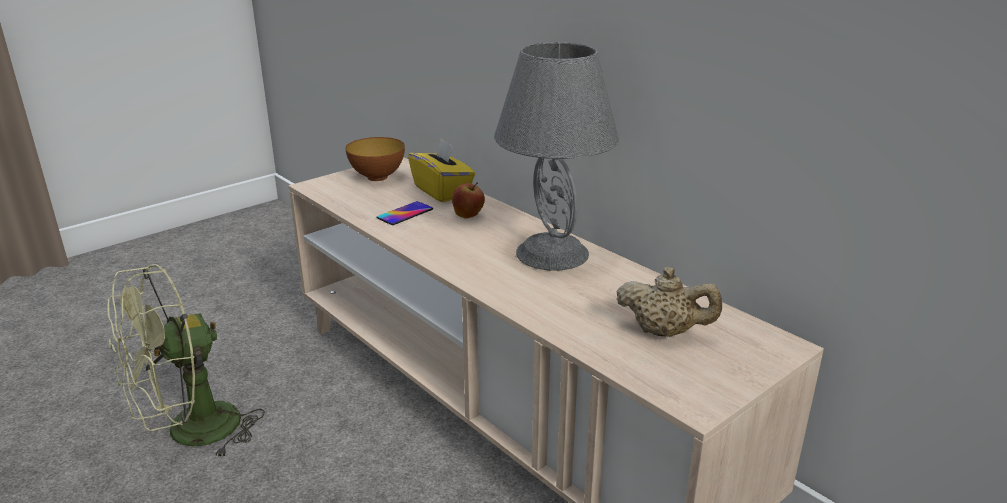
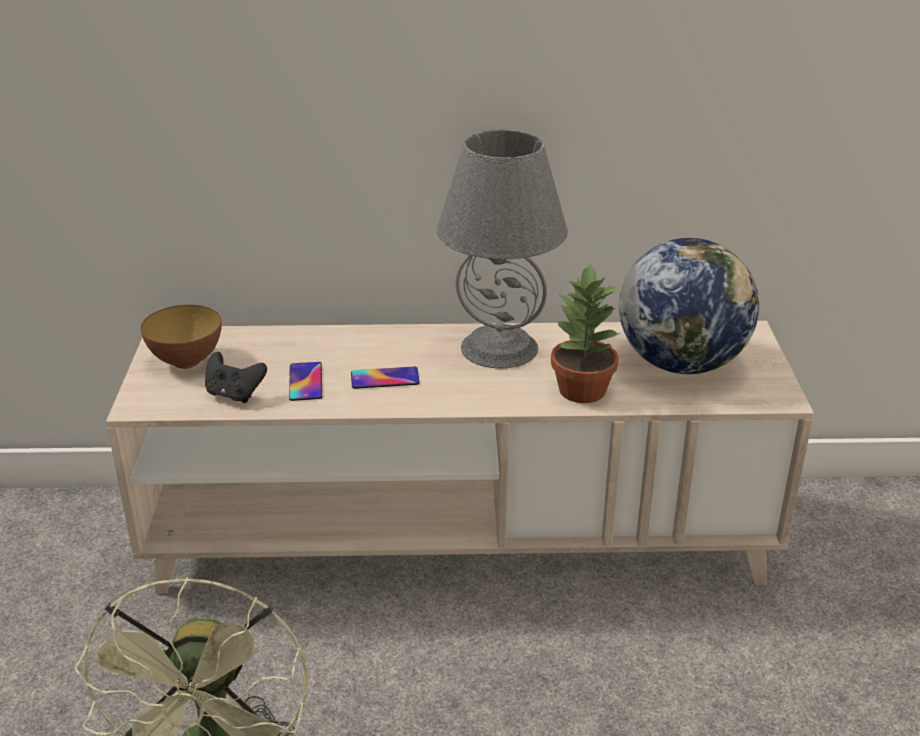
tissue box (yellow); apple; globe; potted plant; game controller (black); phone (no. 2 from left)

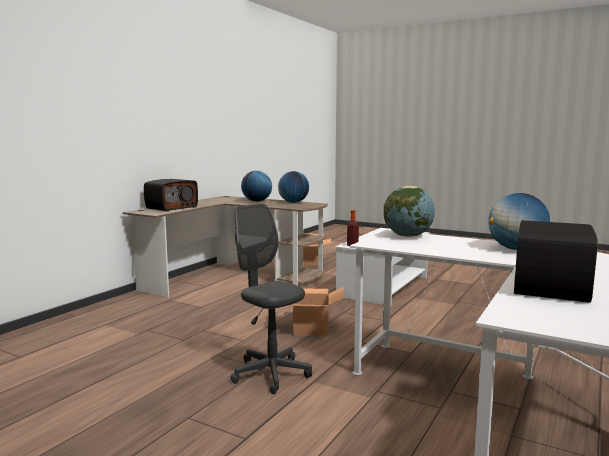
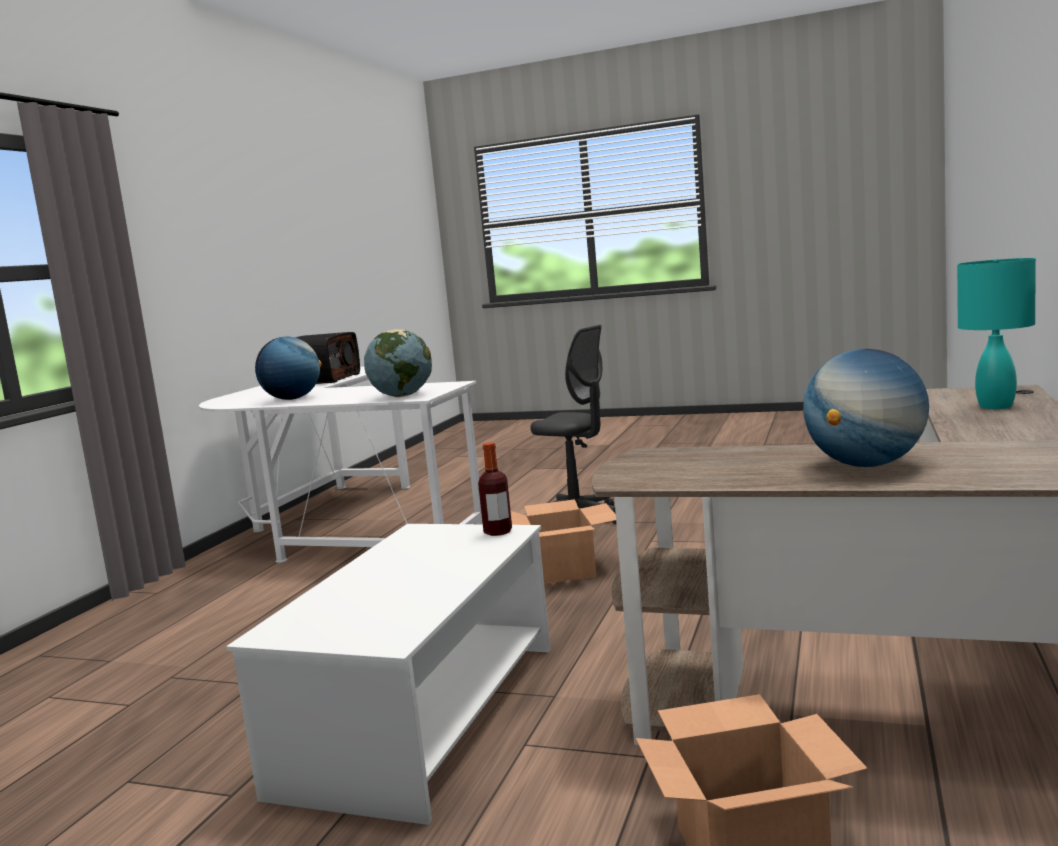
globe (no. 2 from left in the first image); table lamp (turquoise)

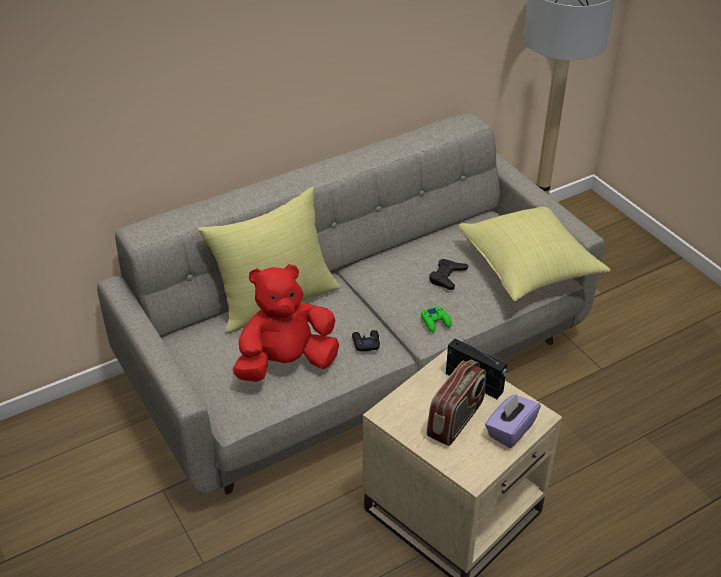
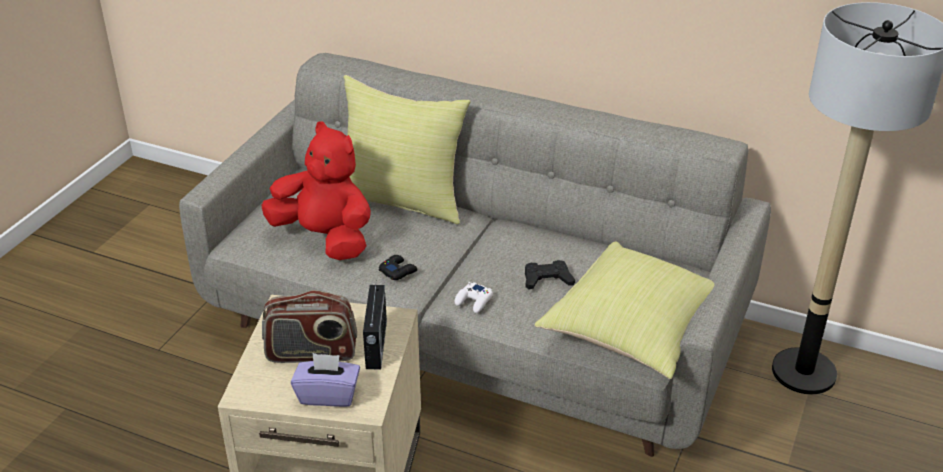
game controller (white)

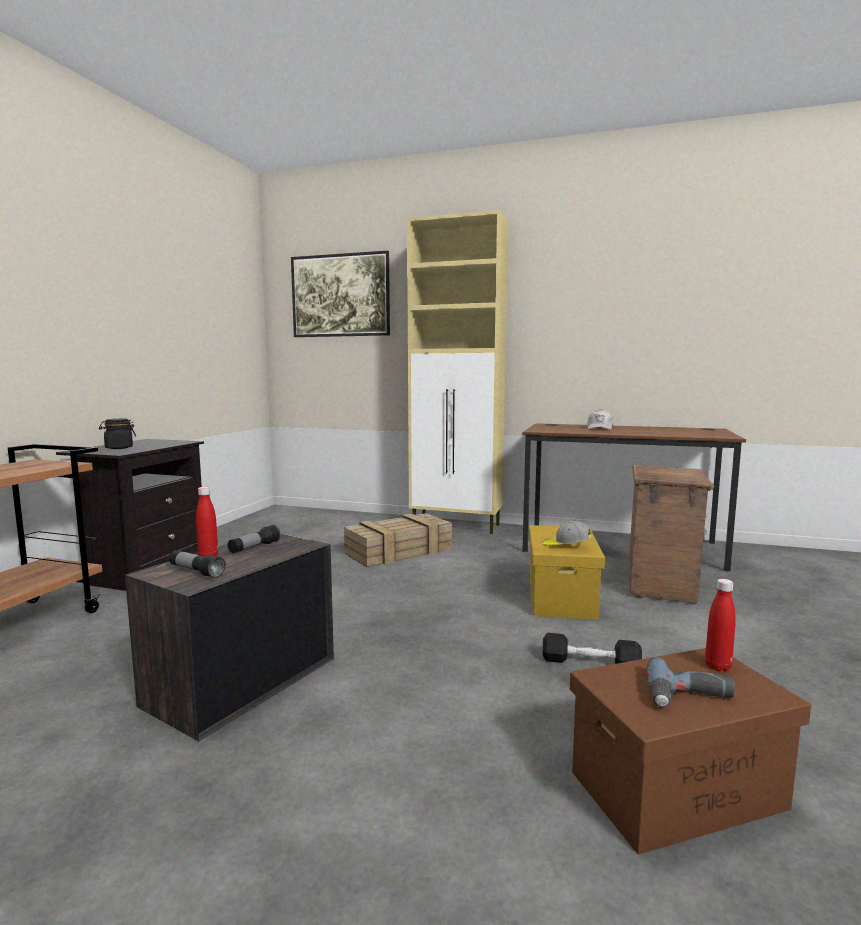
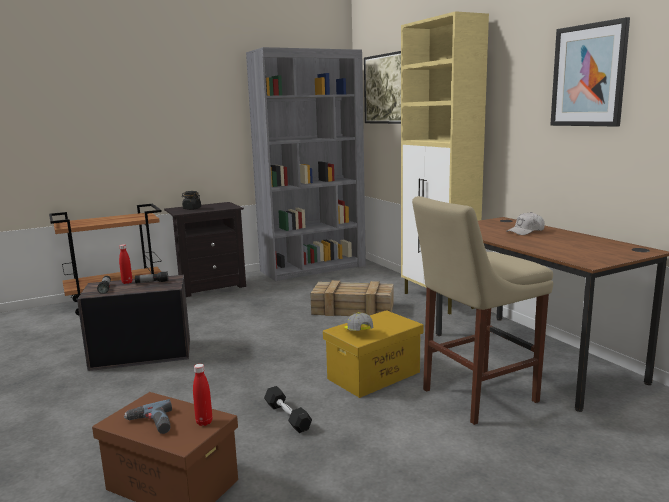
stool (beige); picture (no. 2 from left); bookcase (grey)

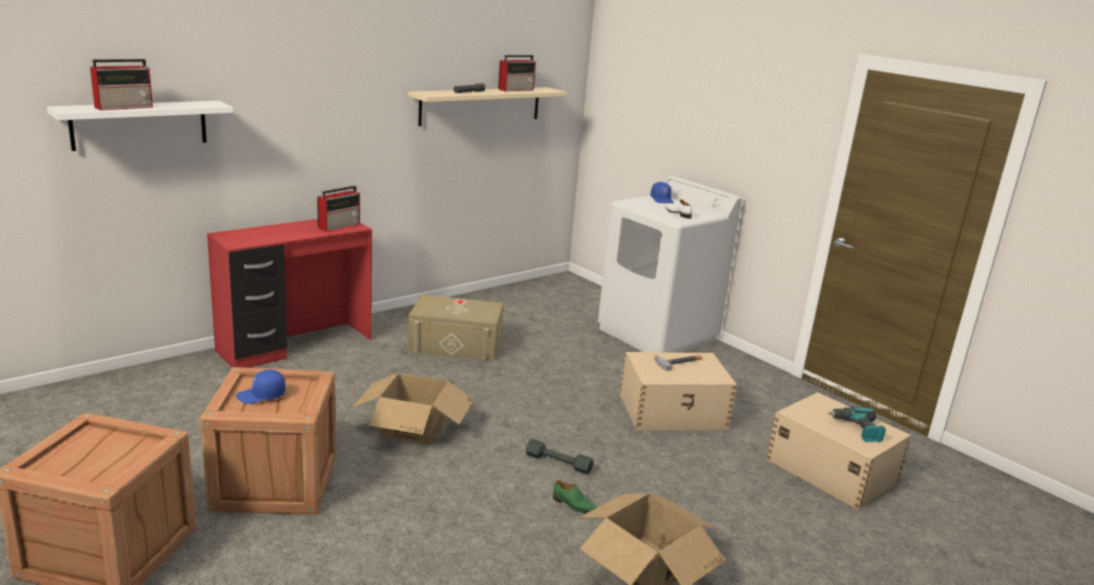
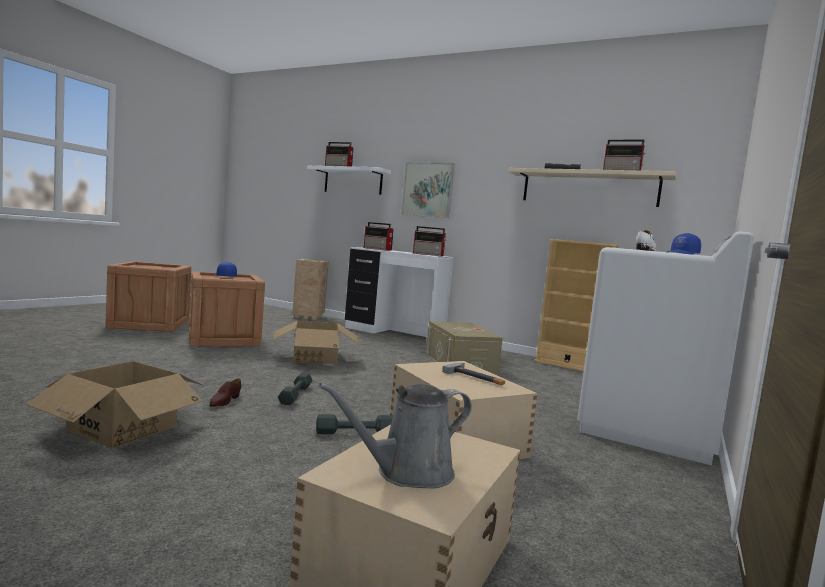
desk (white); watering can (grey); shoe (brown); picture; radio (no. 2 from left); bookcase (beige); crate (no. 3 from left); dumbbell (grey) (no. 2 from left)

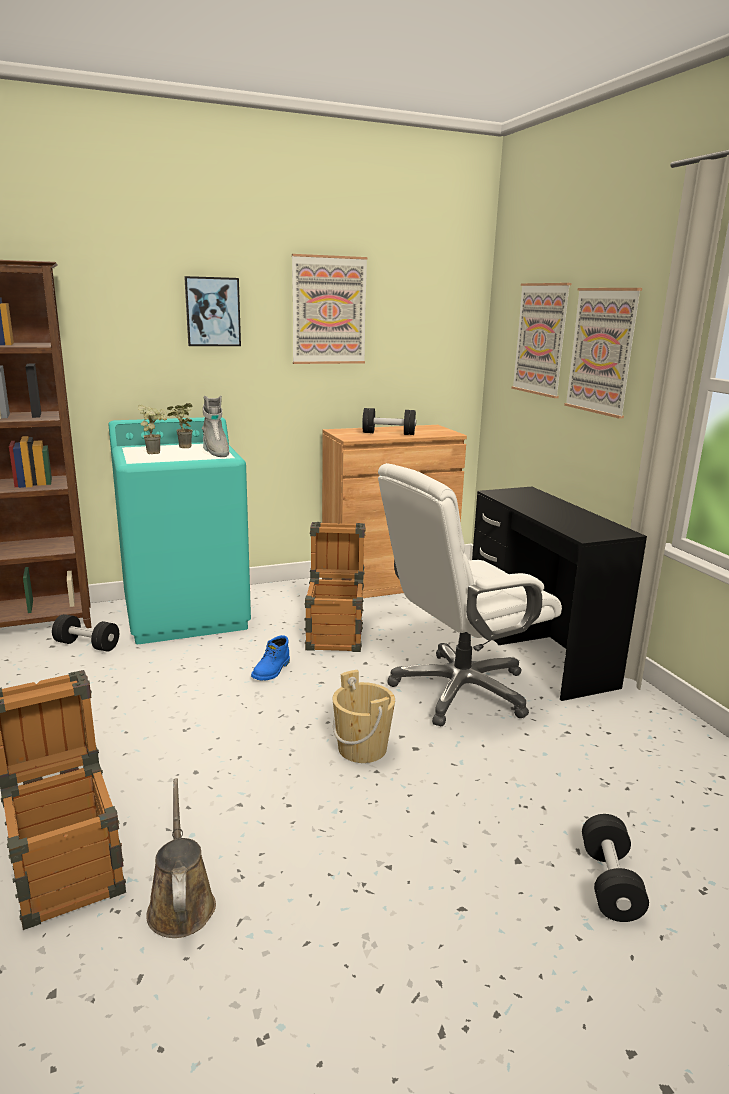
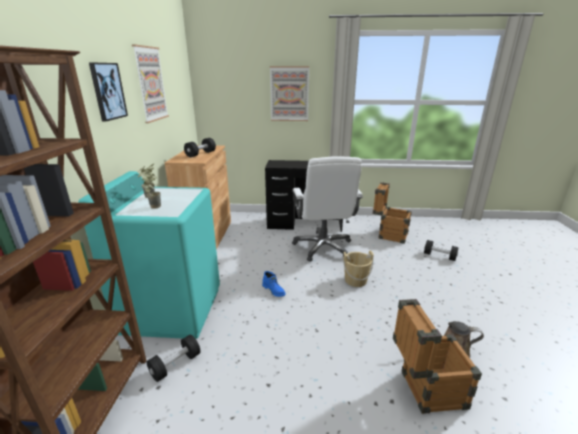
picture (no. 3 from left in the first image); boot (grey); crate (no. 1 from left)

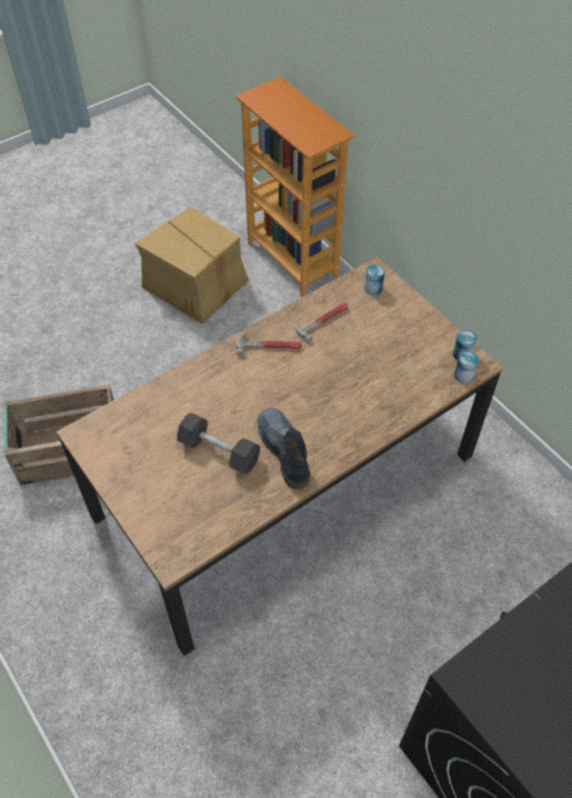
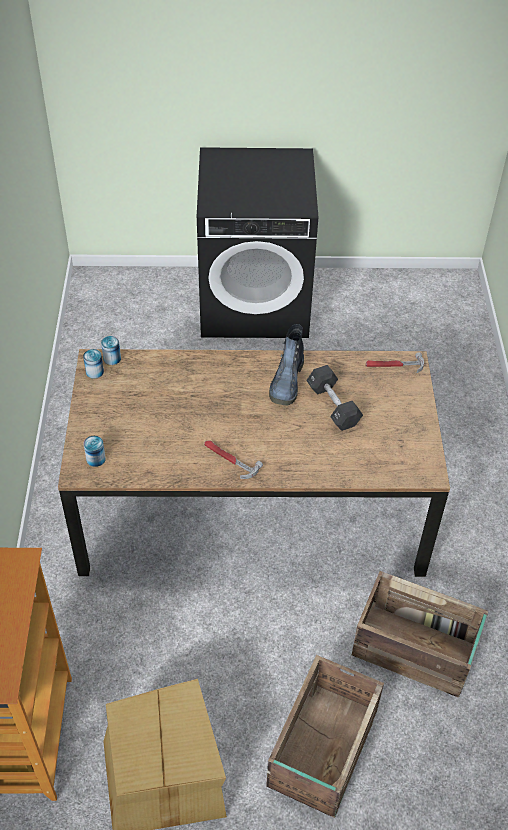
hammer (no. 2 from left); crate (no. 1 from left)

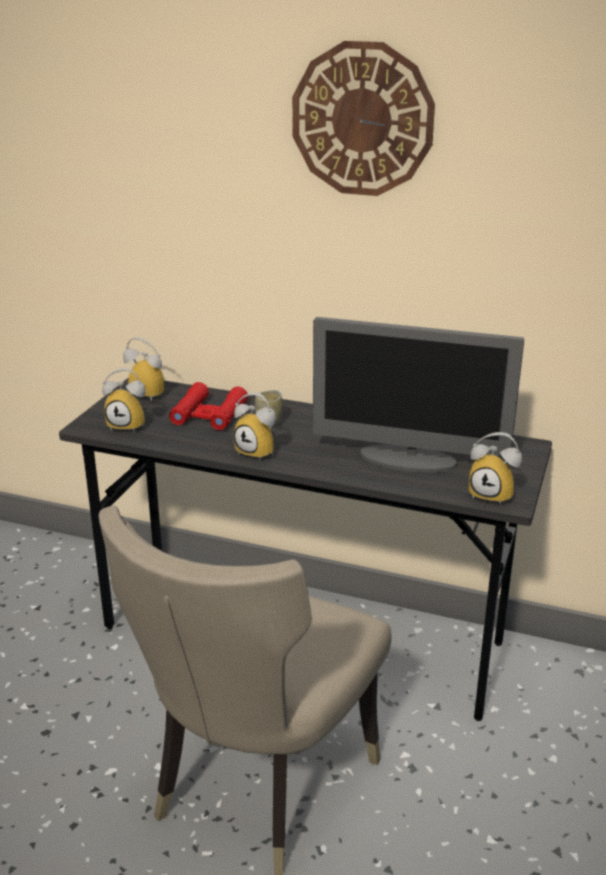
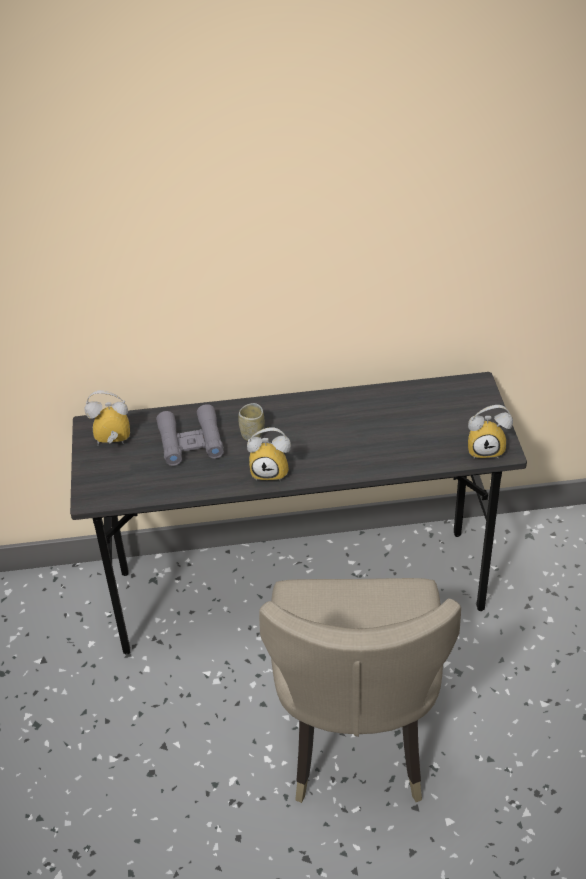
wall clock; monitor; alarm clock (no. 1 from left in the first image); binoculars (grey)

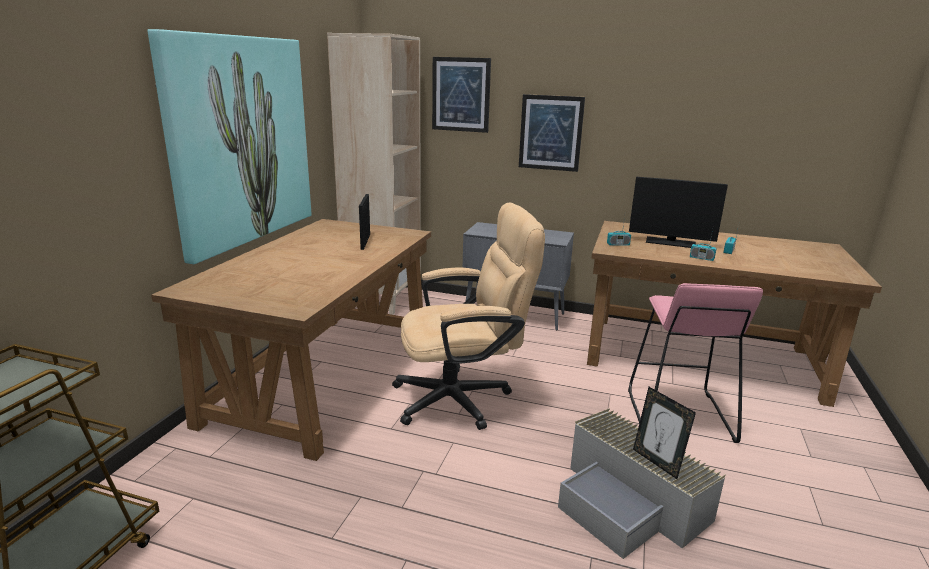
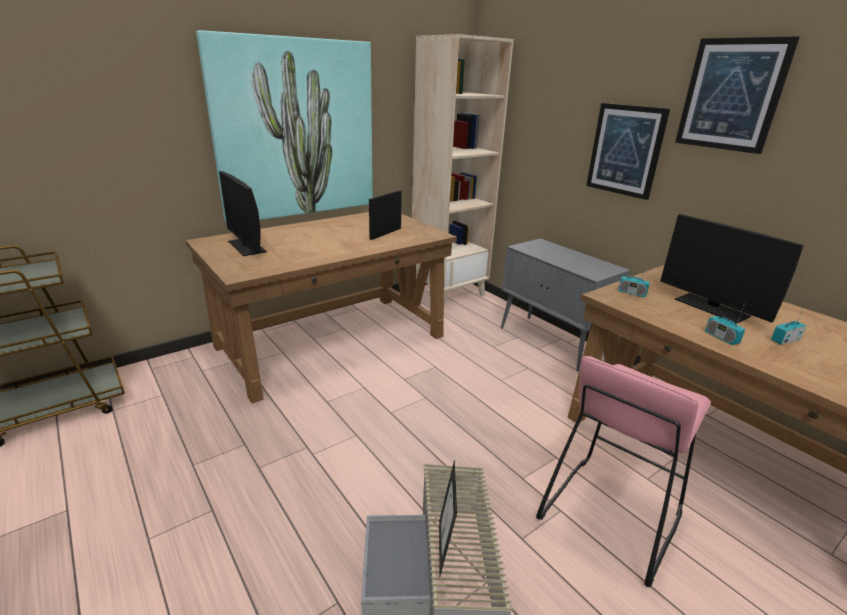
picture (no. 3 from left); office chair (beige); monitor (no. 1 from left)

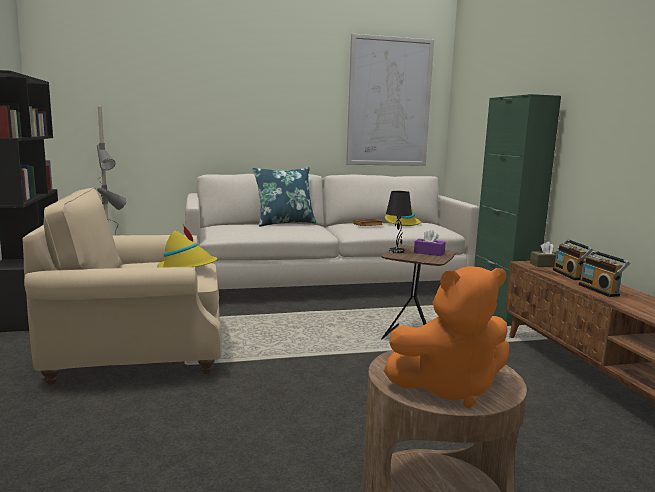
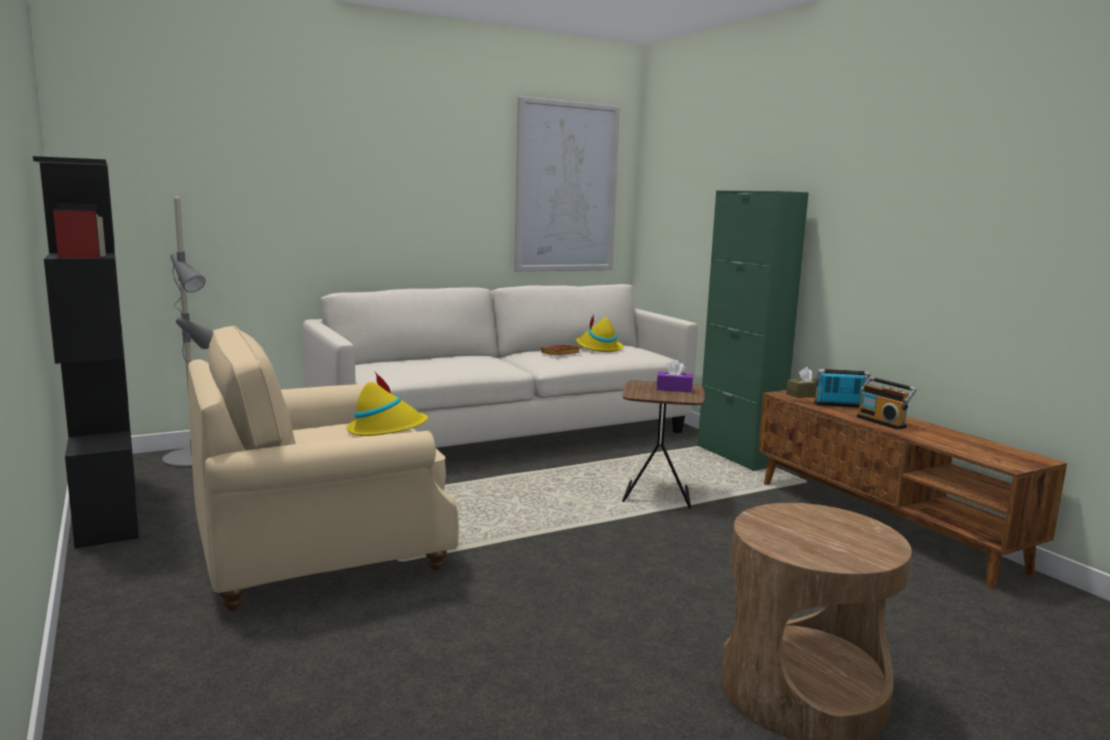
pillow (blue); table lamp (black); radio (no. 1 from left); plush toy (orange)

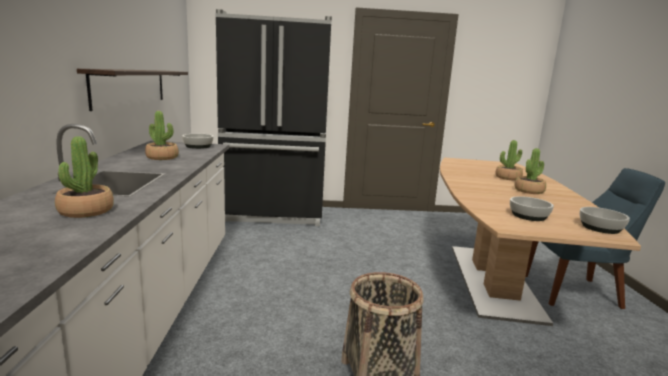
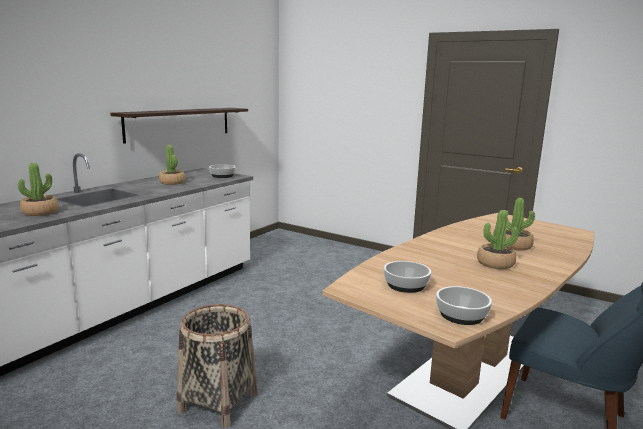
fridge (black)

